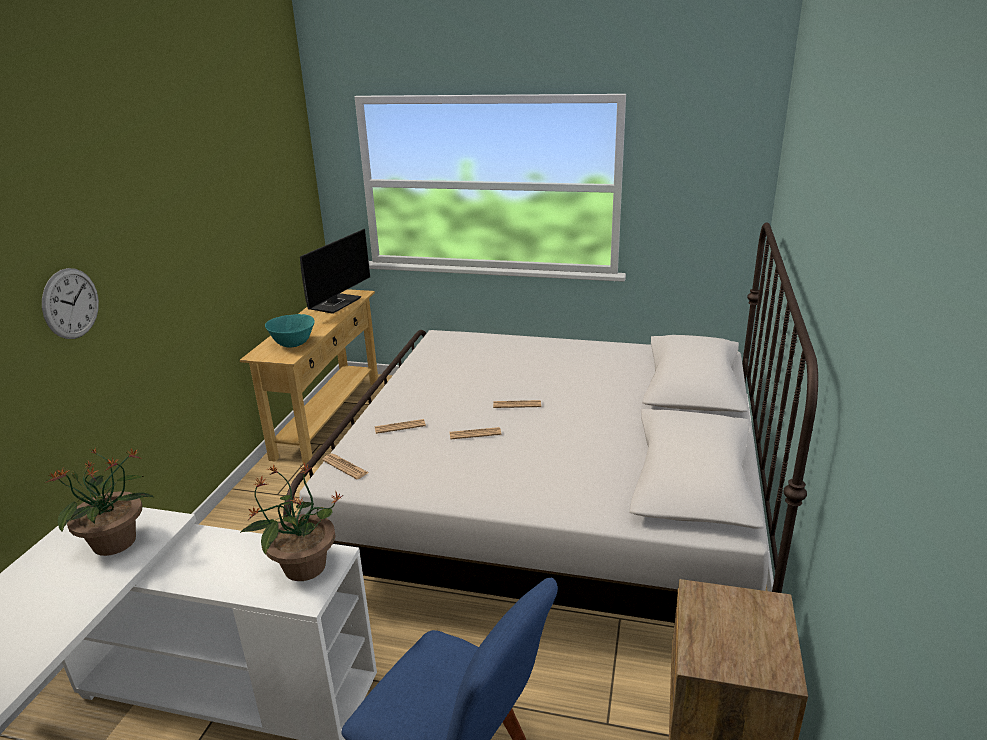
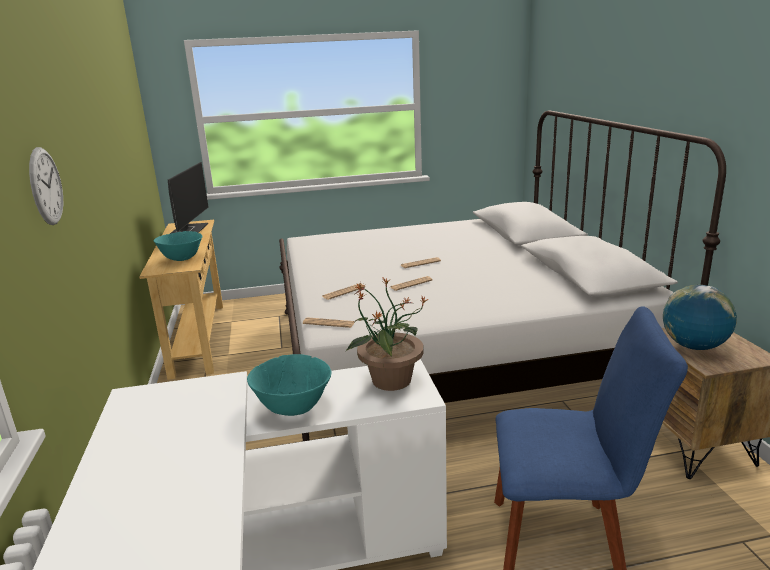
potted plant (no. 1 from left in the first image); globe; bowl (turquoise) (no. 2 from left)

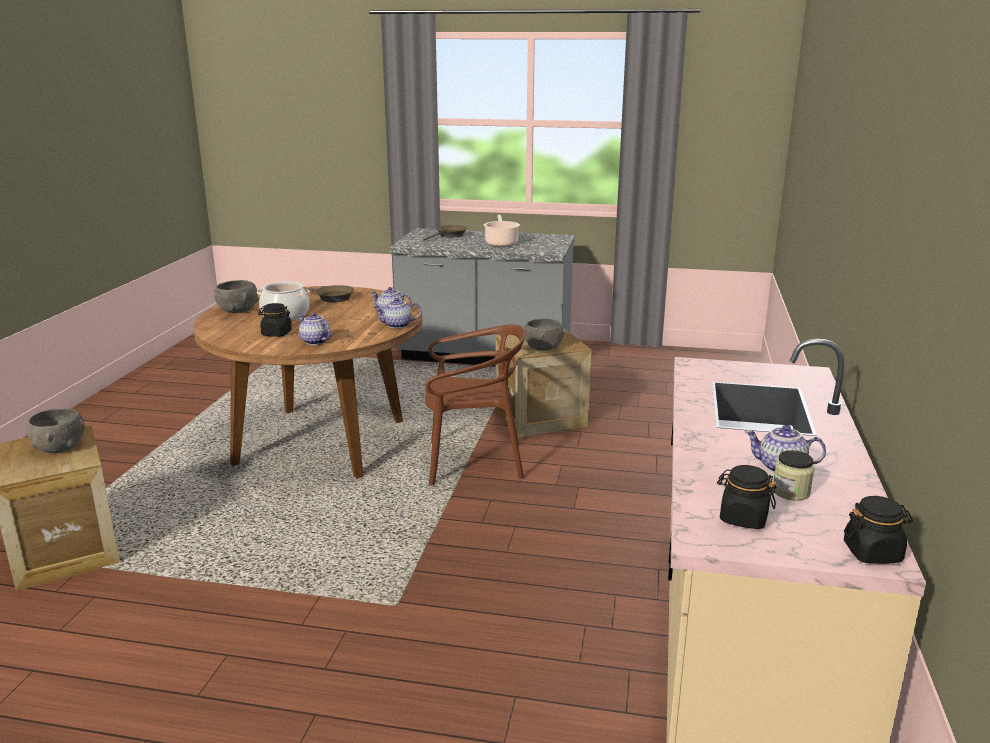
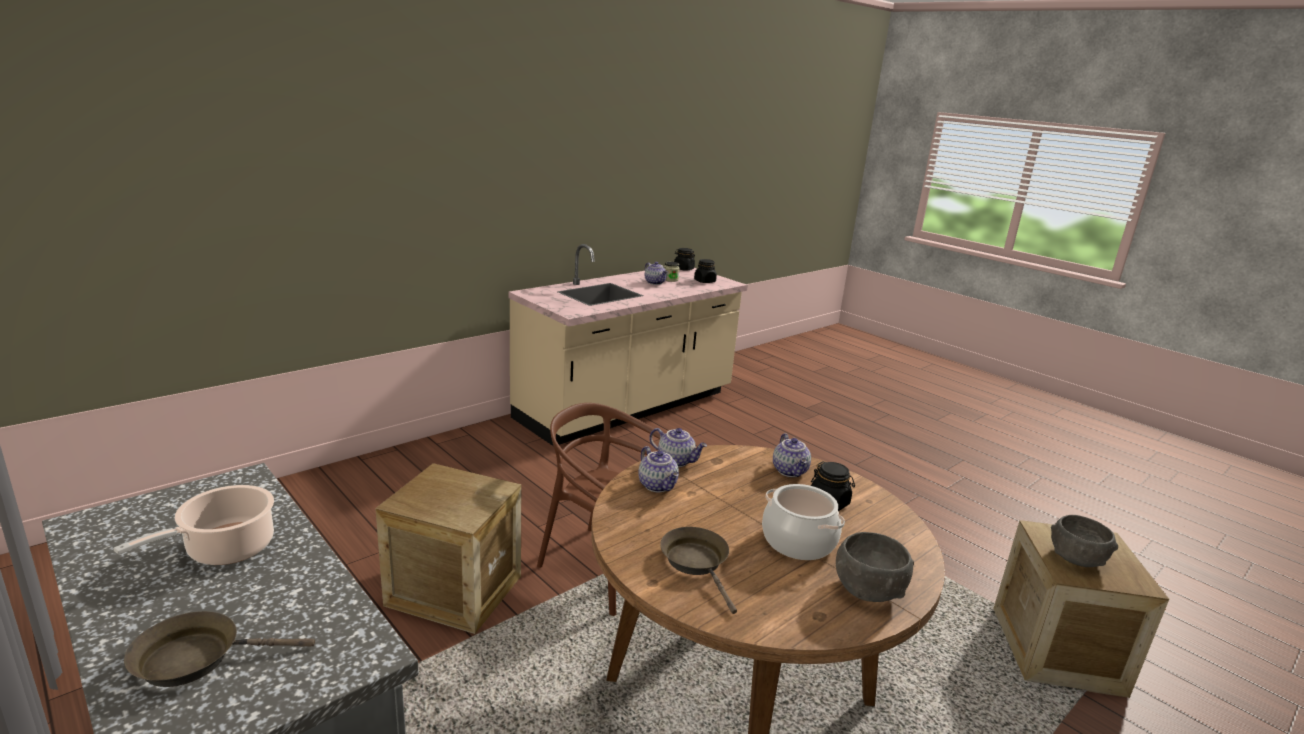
bowl (grey) (no. 3 from left in the first image)

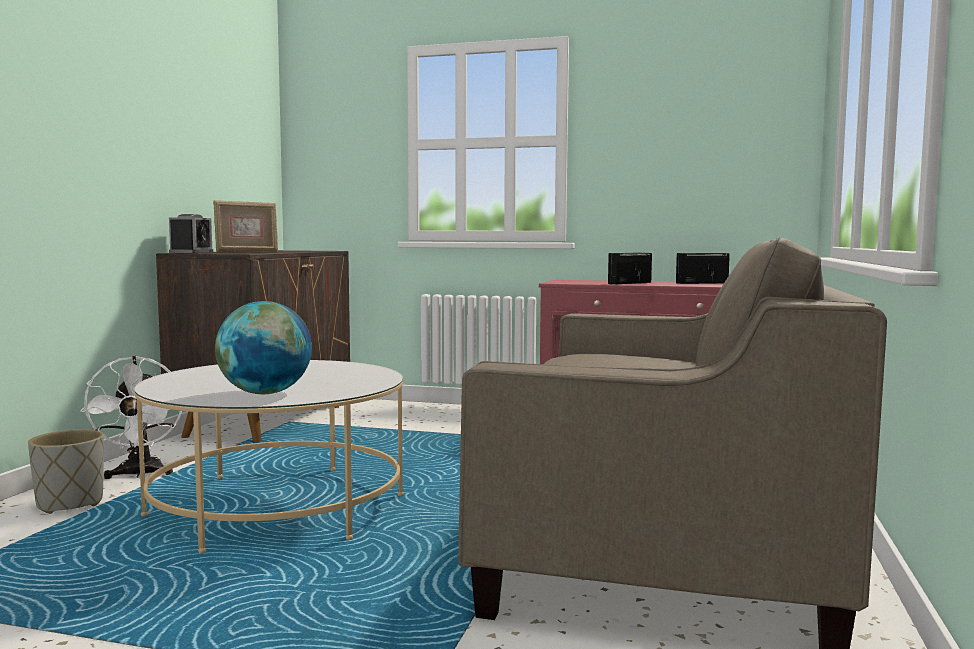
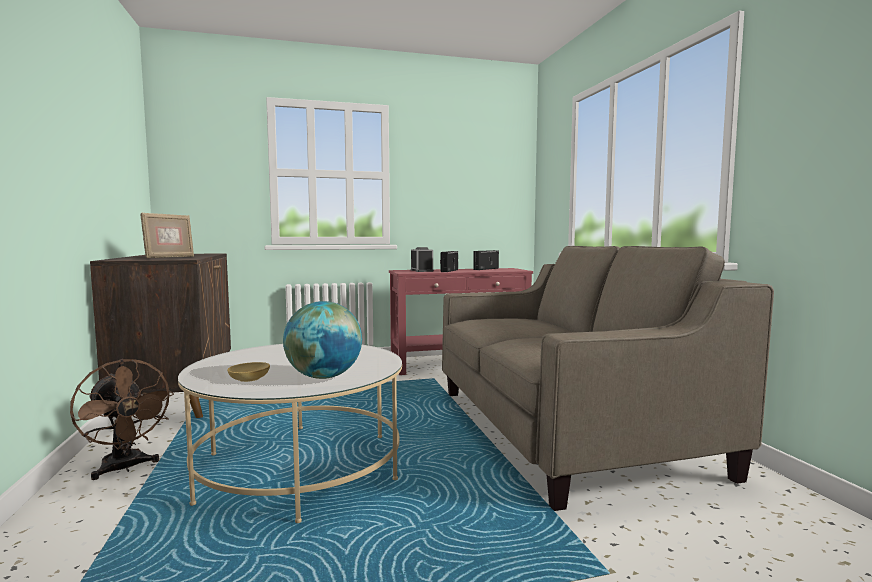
alarm clock; fan (brown); planter (grey); bowl (beige)

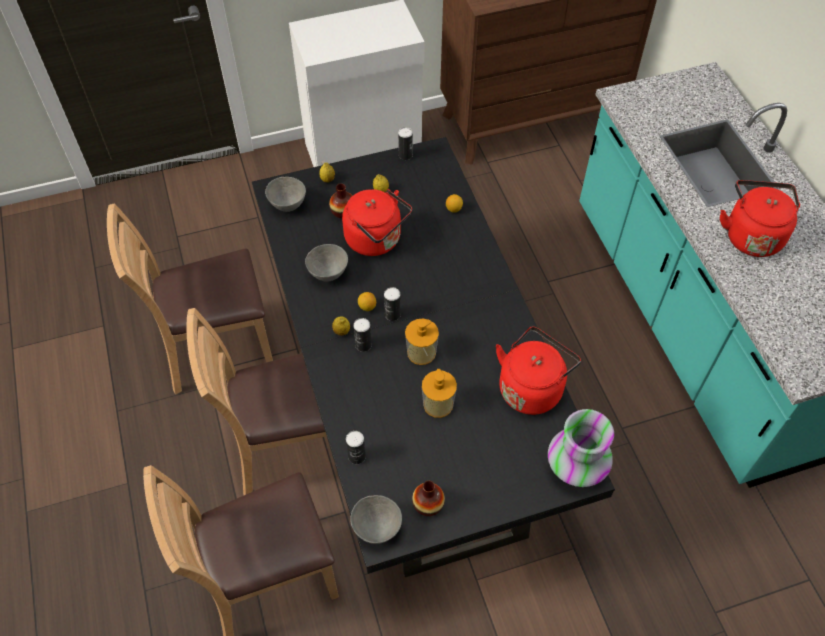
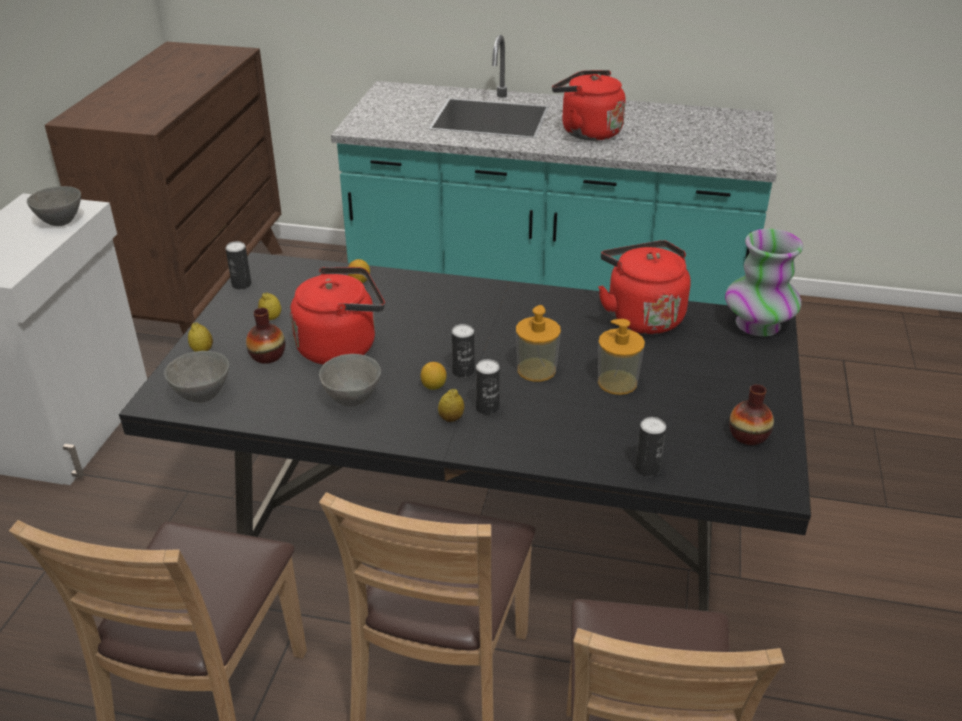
bowl (grey) (no. 1 from left)

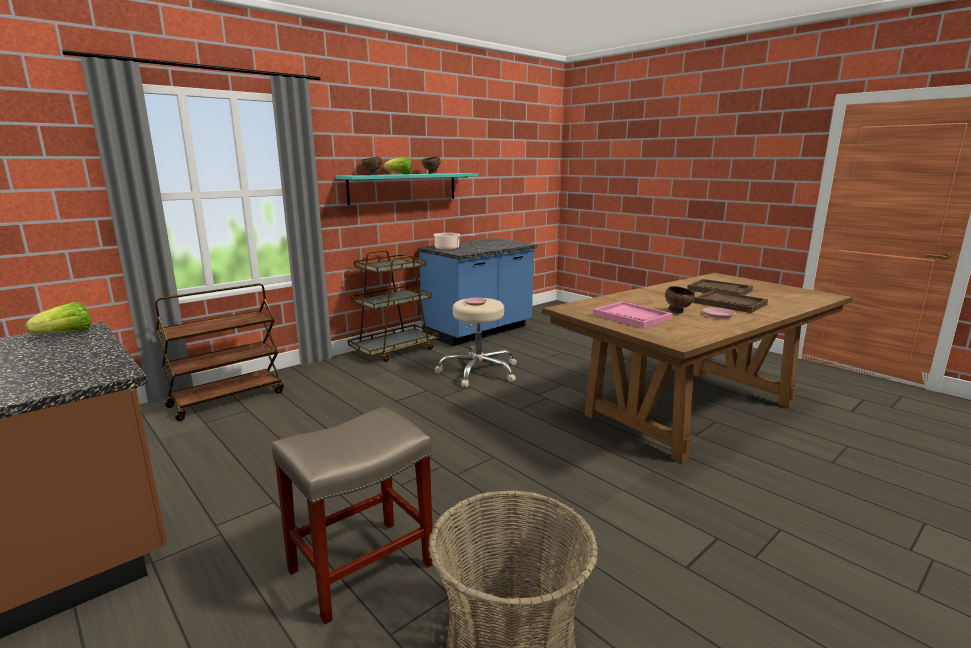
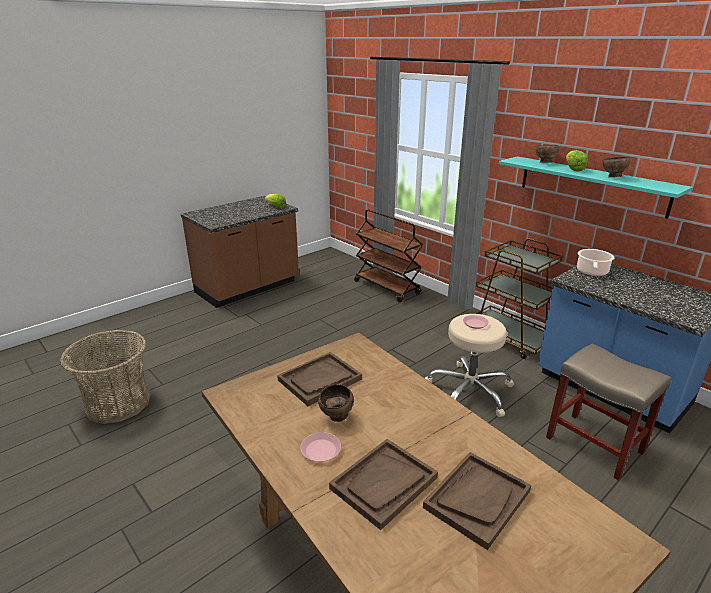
tray (brown) (no. 1 from left); stool (beige) (no. 2 from left)

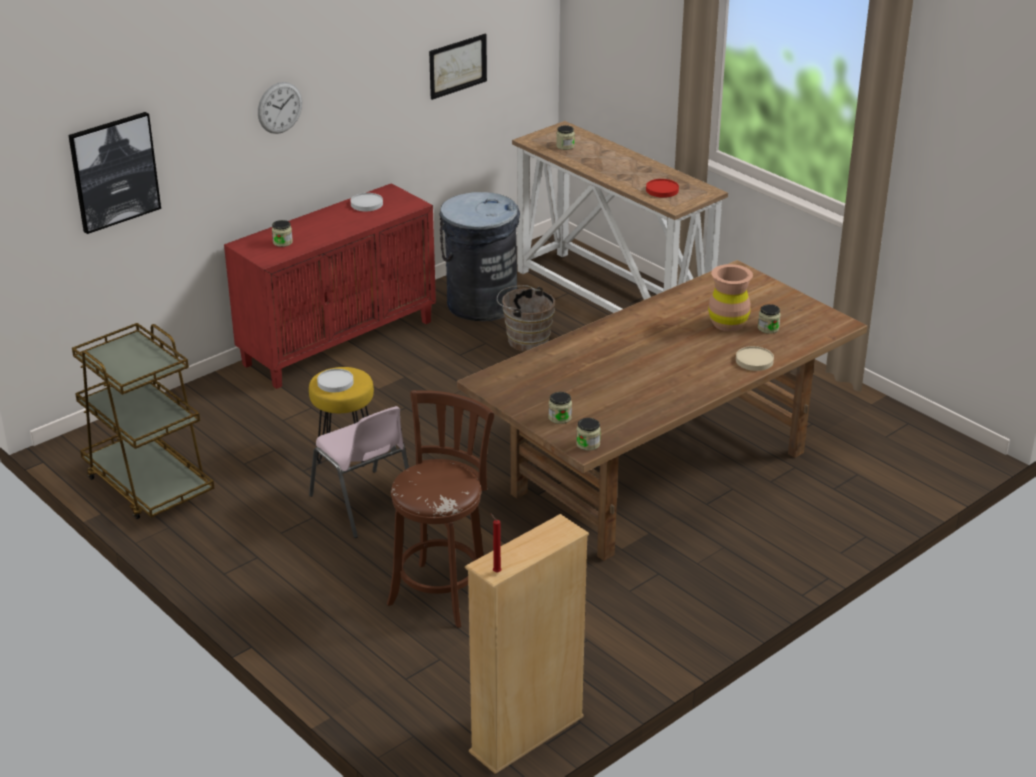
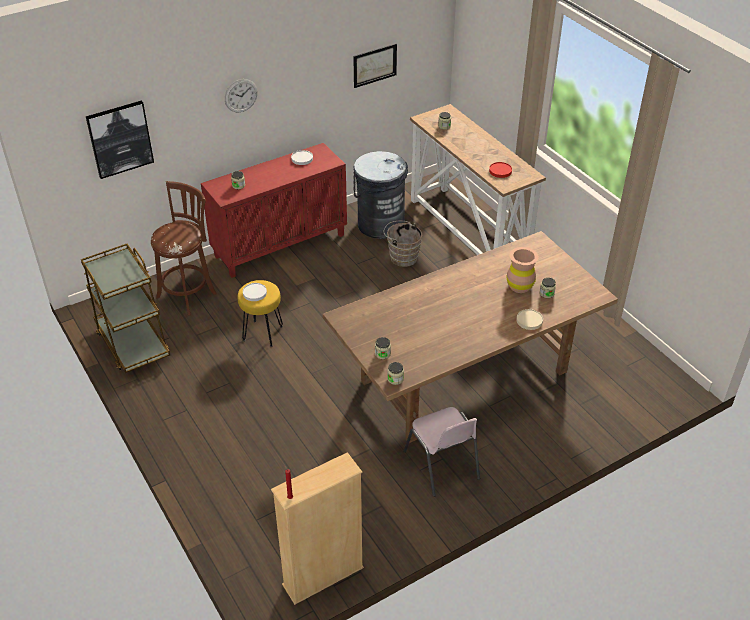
stool (brown); chair (pink)

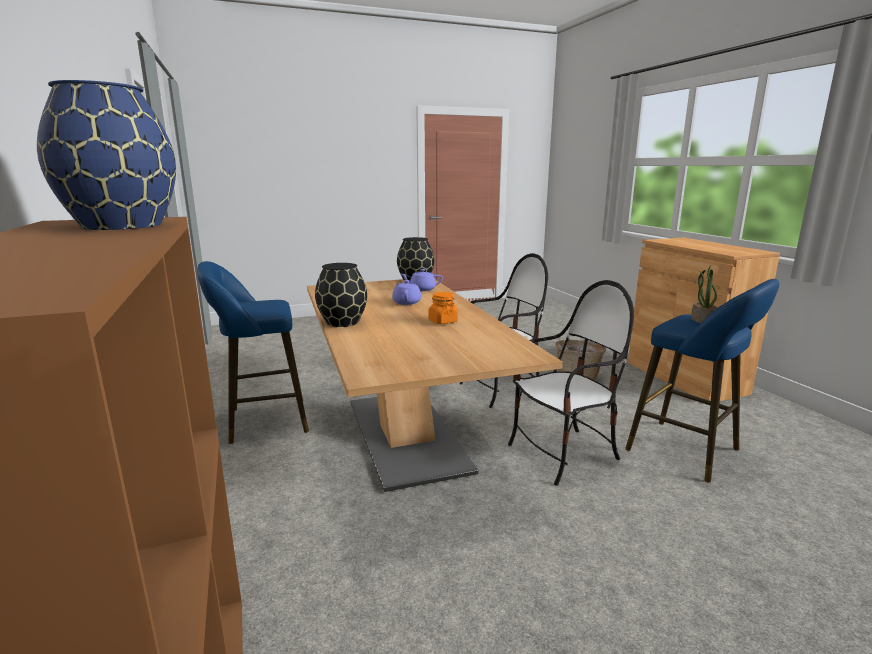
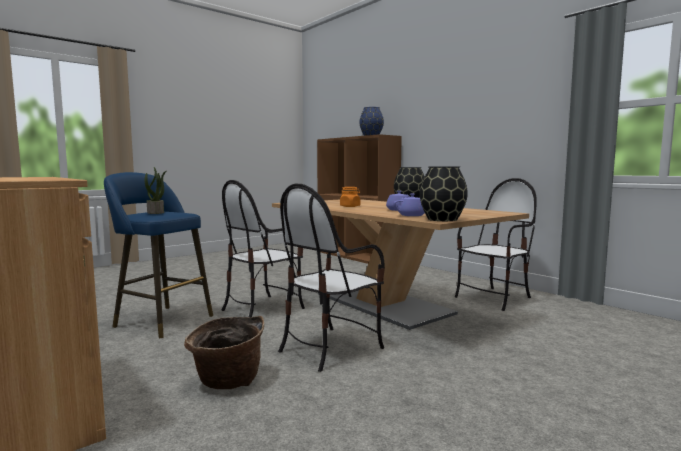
chair (no. 3 from left)

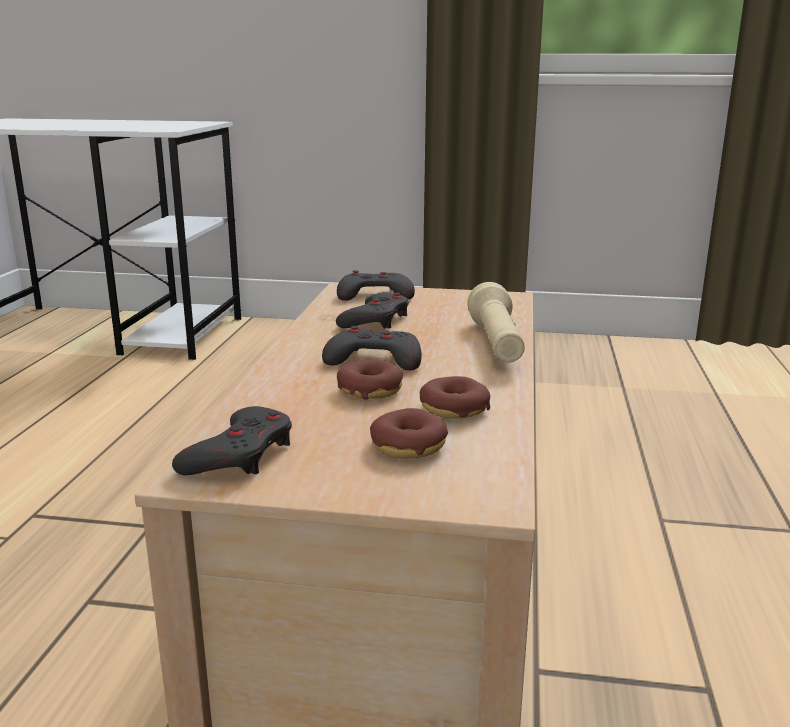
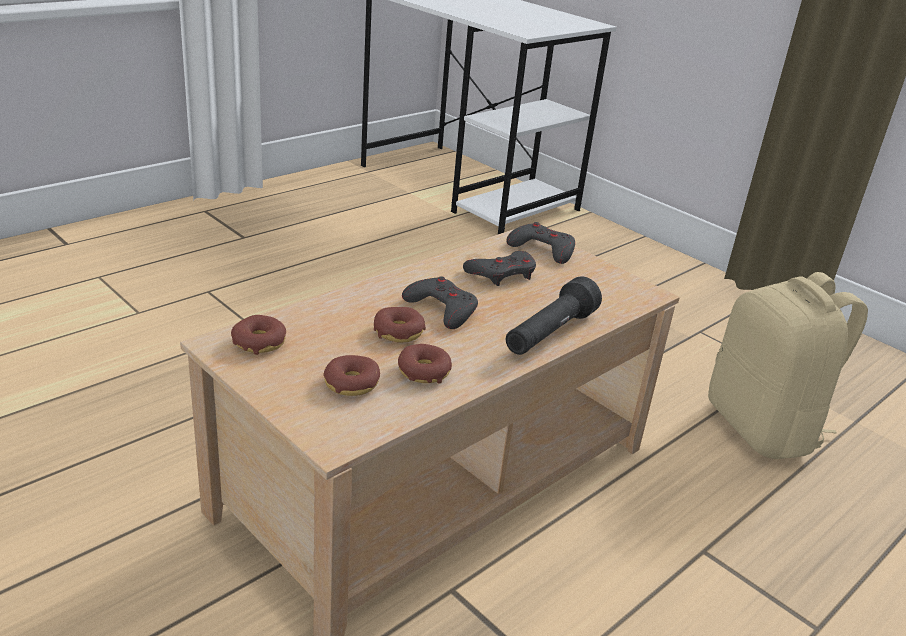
flashlight (black); donut (no. 1 from left); backpack (beige)

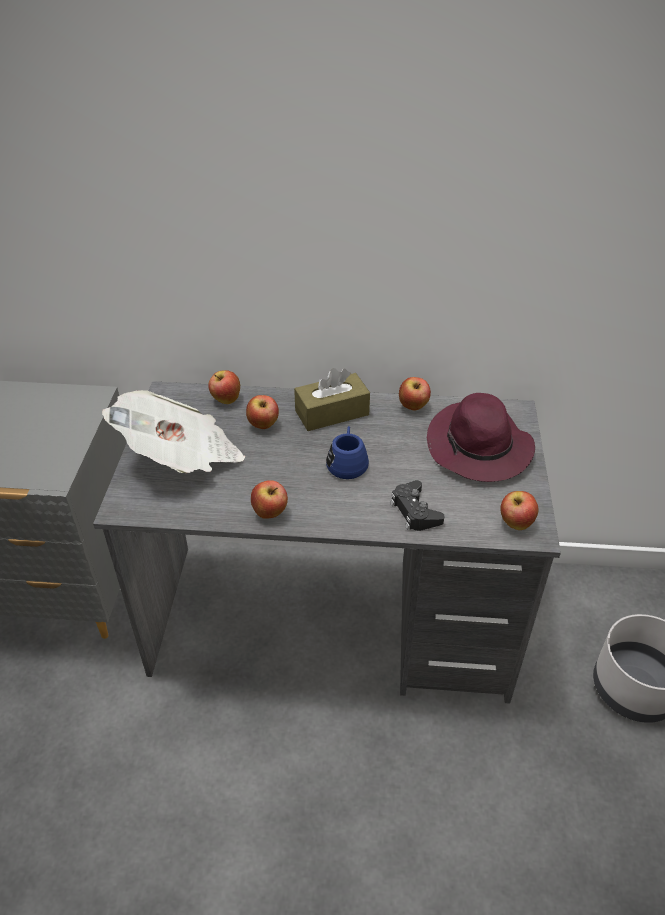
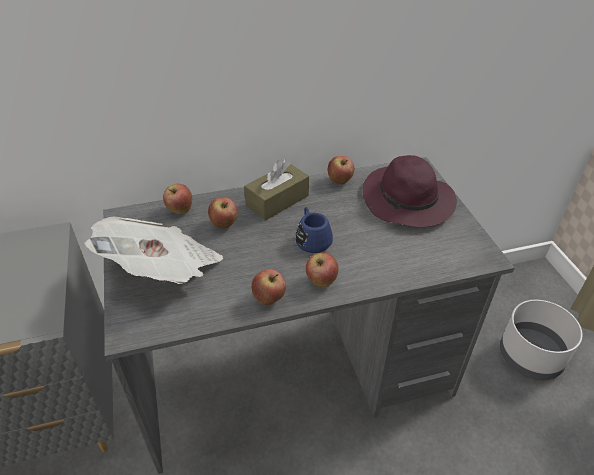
game controller (black); apple (no. 4 from left)

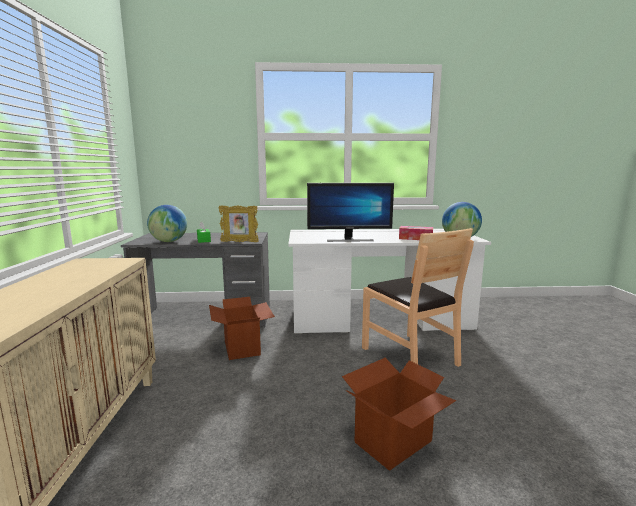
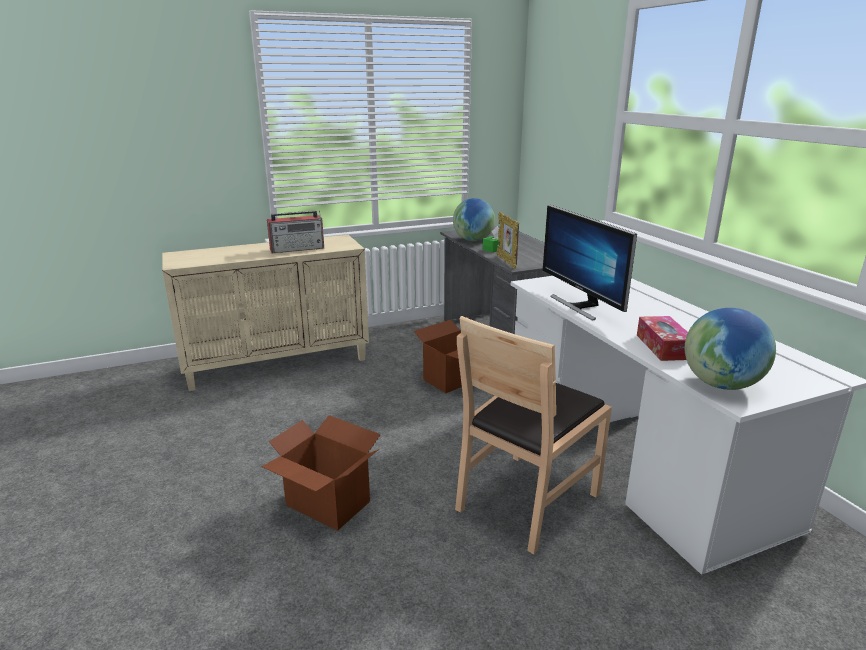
radio

